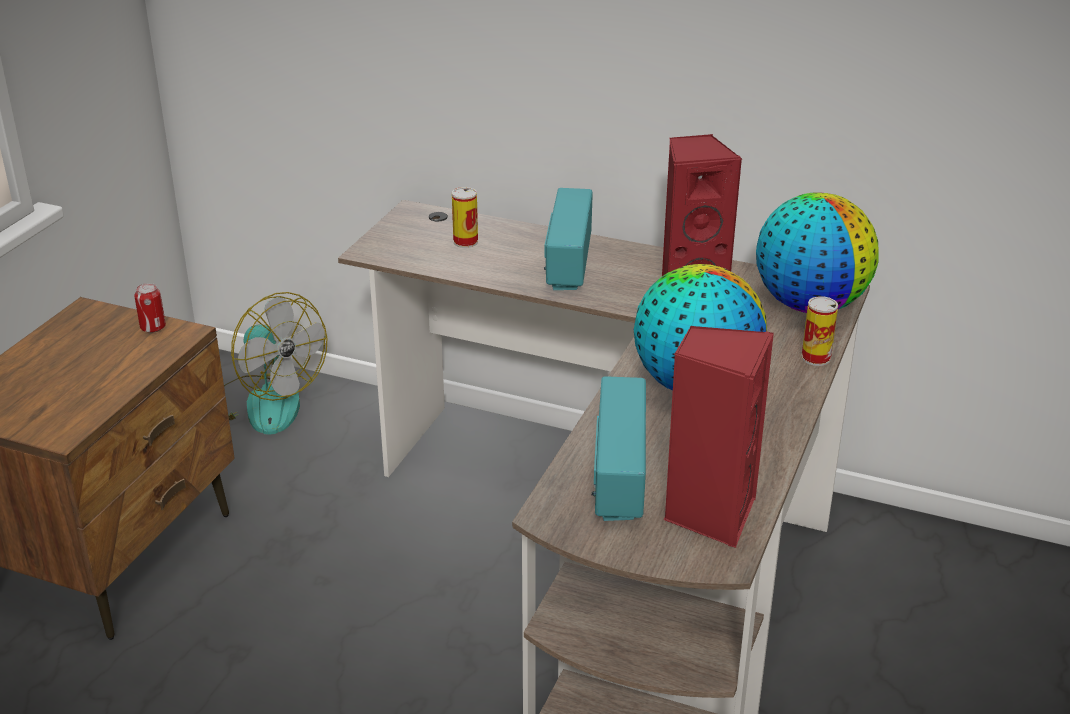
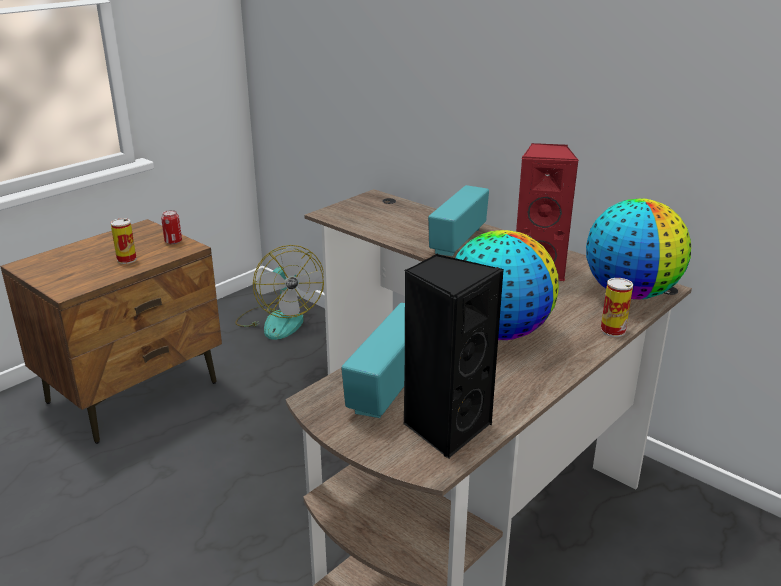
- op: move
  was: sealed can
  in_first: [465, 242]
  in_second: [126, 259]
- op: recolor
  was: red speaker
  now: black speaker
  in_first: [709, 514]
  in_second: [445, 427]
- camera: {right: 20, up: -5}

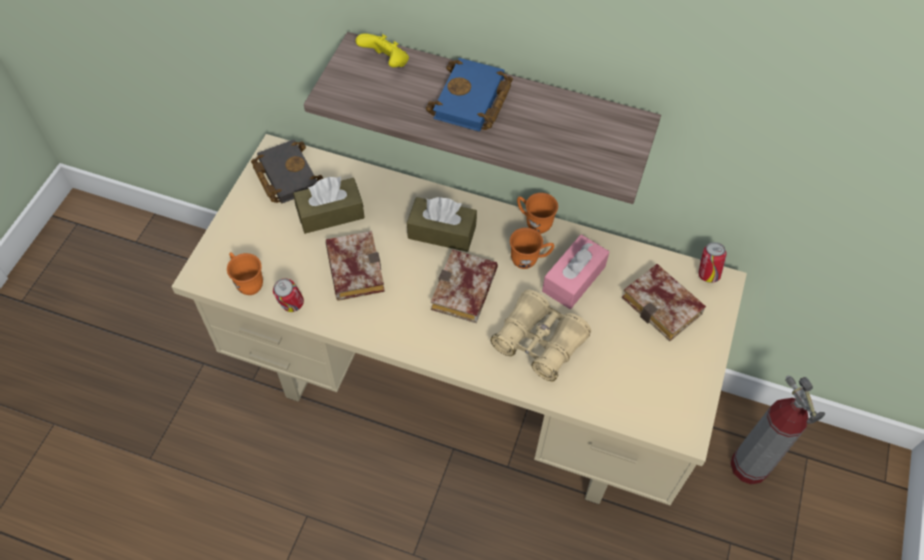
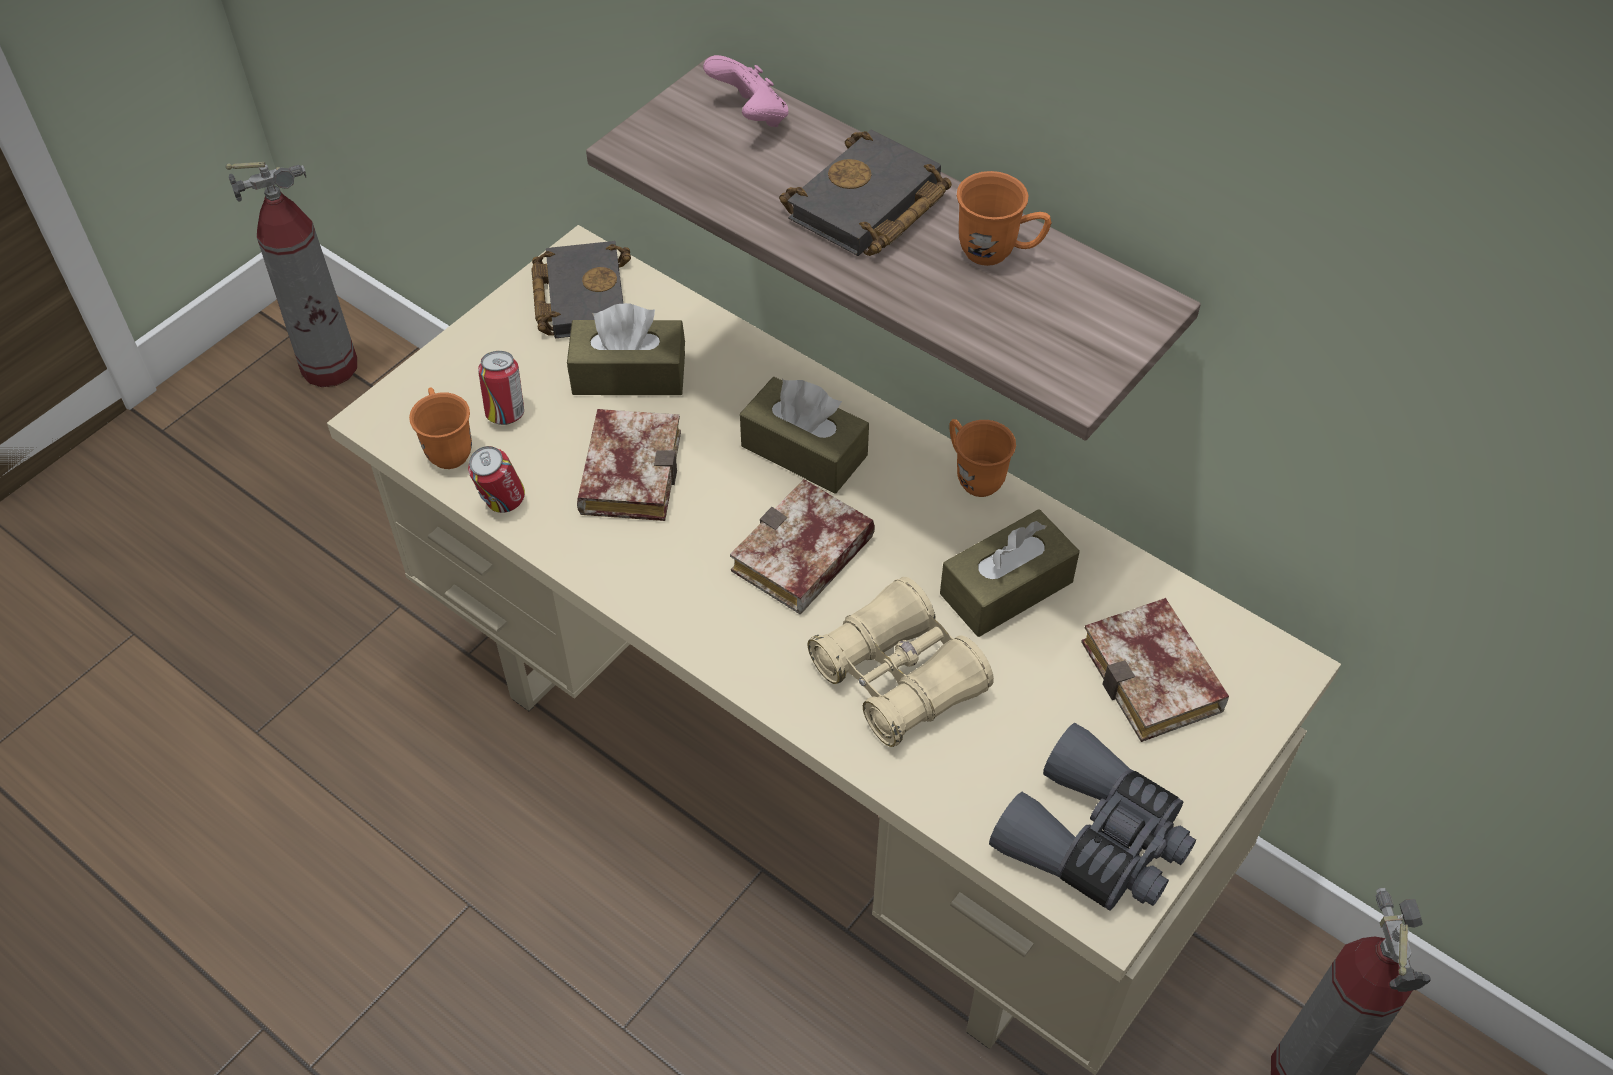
- op: recolor
  was: yellowish gamepad
  now: pinkish gamepad
  in_first: [386, 63]
  in_second: [750, 116]
- op: recolor
  was: blue-coloured book
  now: black book
  in_first: [472, 102]
  in_second: [867, 208]
- op: move
  was: orangey coffee mug
  in_first: [529, 260]
  in_second: [998, 253]
- op: recolor
  was: pinkish box of tissues
  now: brown box of tissues
  in_first: [573, 279]
  in_second: [1006, 588]
- op: move
  was: sealed can
  in_first: [707, 274]
  in_second: [506, 413]
- op: insert
  now: fire-fighting cylinder
  in_second: [330, 366]
- op: insert
  now: gray pair of binoculars
  in_second: [1096, 840]
- camera: {right: 20, up: -5}

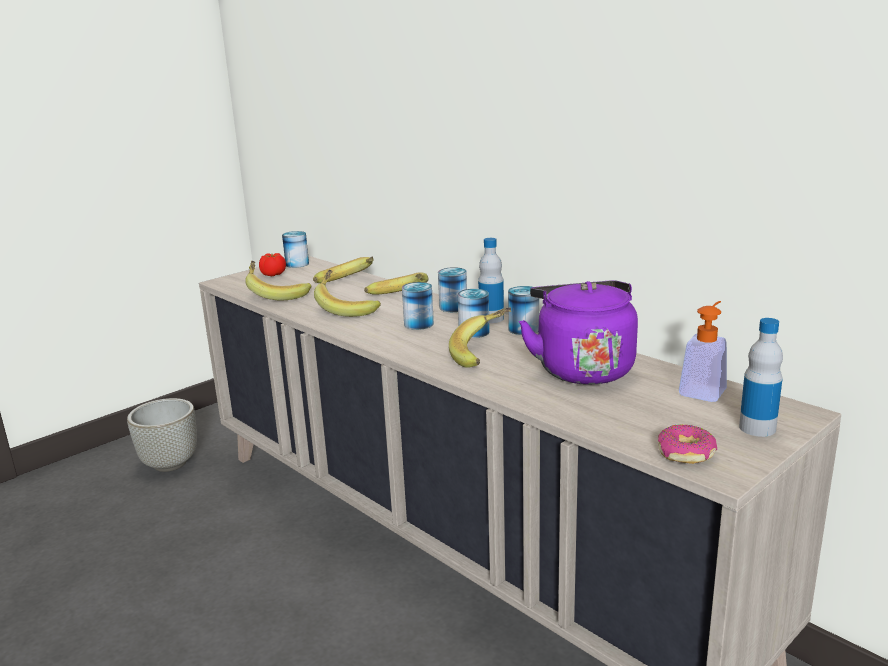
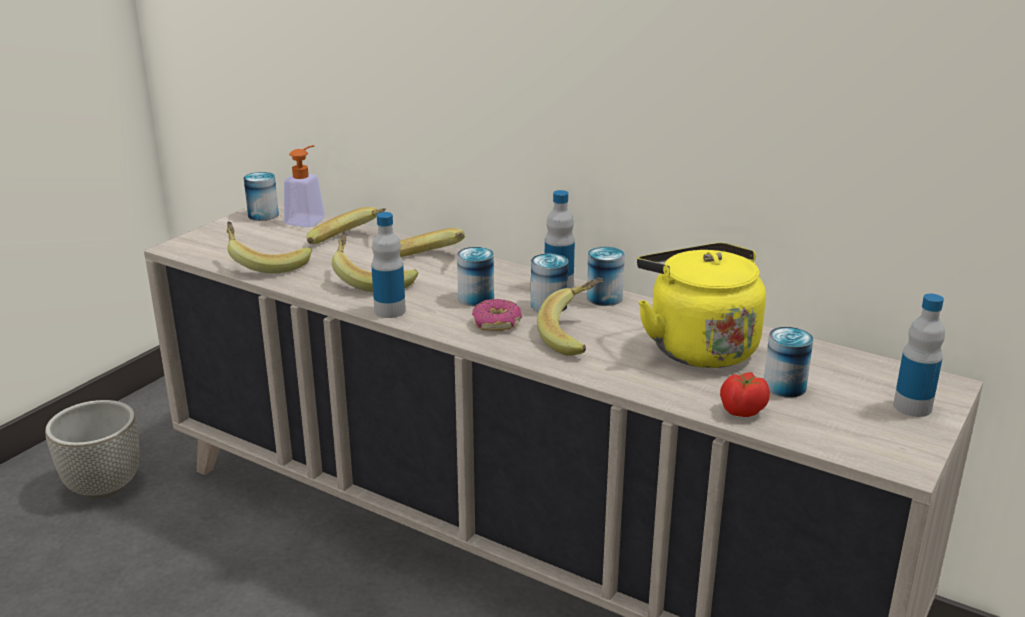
- op: move
  was: whole tomato
  in_first: [273, 274]
  in_second: [742, 411]
- op: move
  was: sealed can
  in_first: [453, 307]
  in_second: [784, 386]
- op: recolor
  was: purple tea kettle
  now: yellowish tea kettle
  in_first: [582, 368]
  in_second: [697, 346]
- op: move
  was: soap bottle
  in_first: [705, 389]
  in_second: [308, 219]
- op: move
  was: doughnut
  in_first: [686, 453]
  in_second: [497, 323]
- op: insert
  now: bottle
  in_second: [390, 311]
- camera: {right: -15, up: 5}

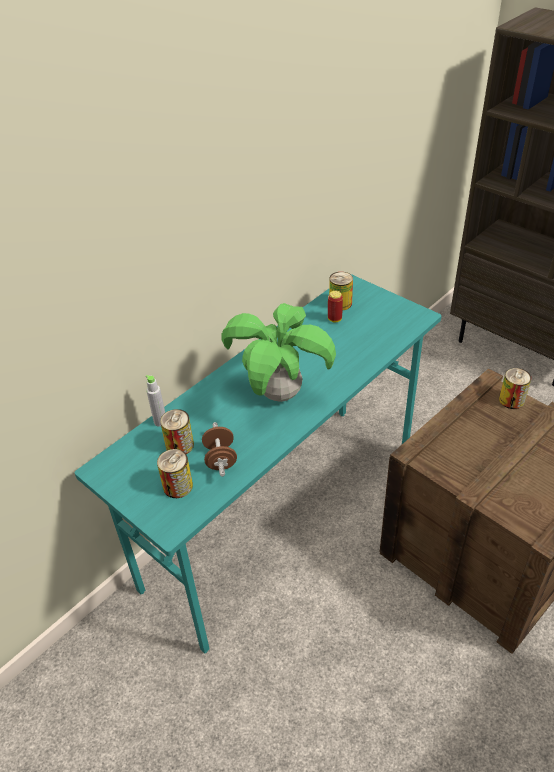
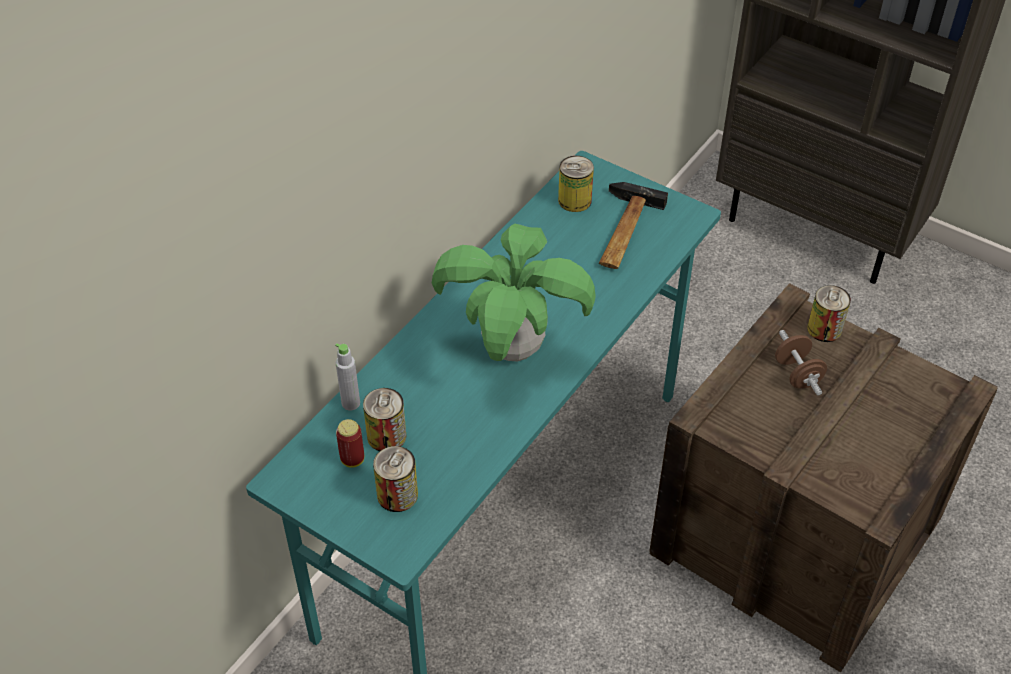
- op: move
  was: sealed can
  in_first: [334, 319]
  in_second: [352, 459]
- op: move
  was: brown free weight
  in_first: [220, 459]
  in_second: [797, 374]
- op: insert
  now: hand hammer
  in_second: [622, 232]
- camera: {right: -10, up: 5}

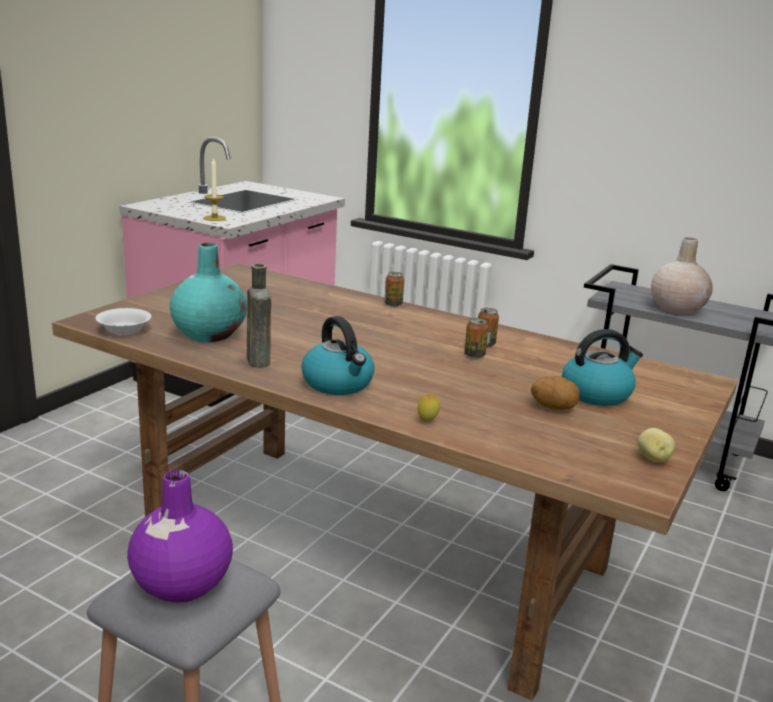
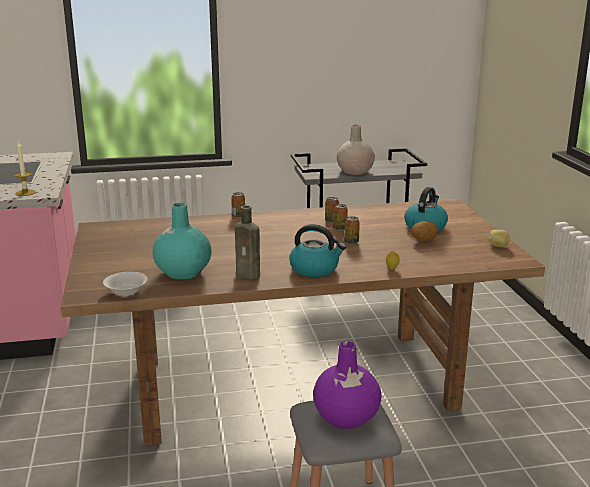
- op: insert
  now: sealed can
  in_second: [351, 242]
- camera: {right: -40, up: 0}

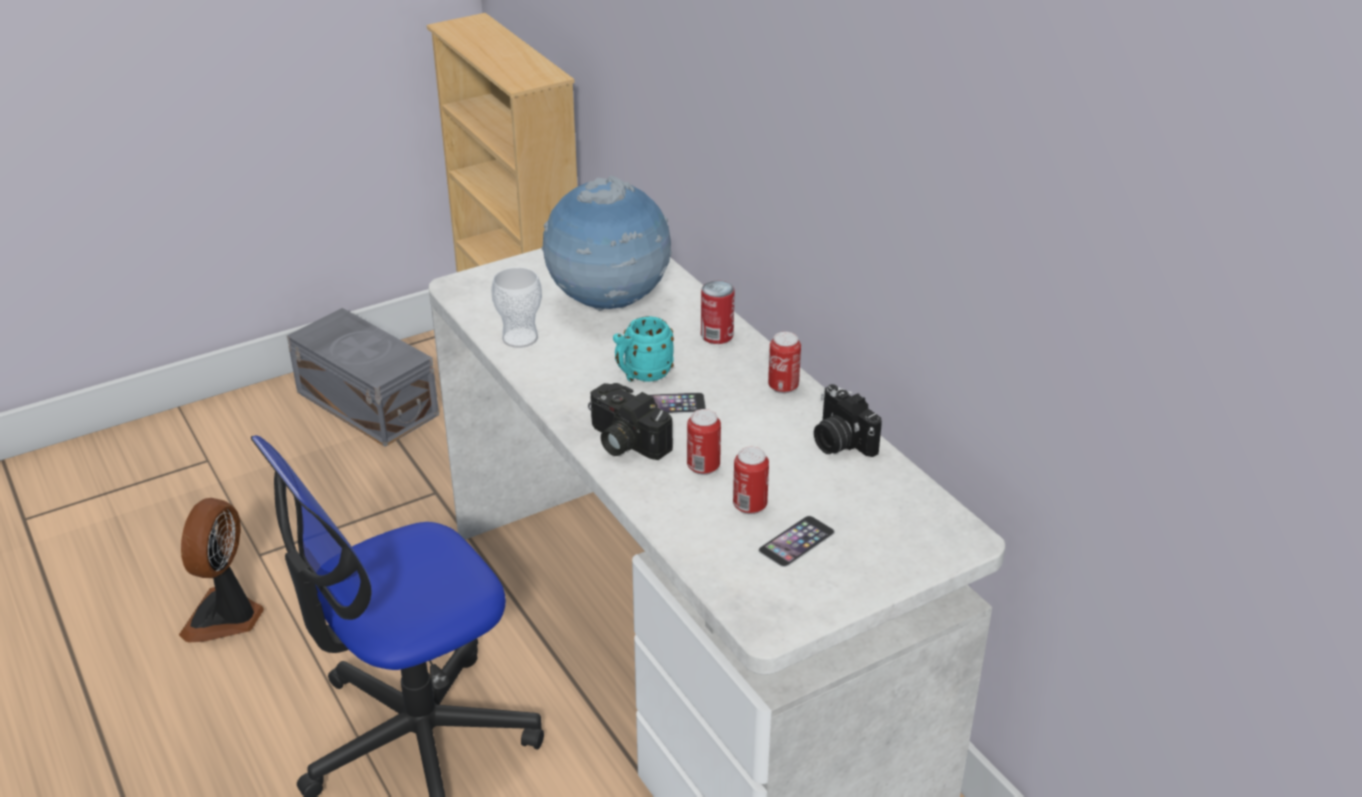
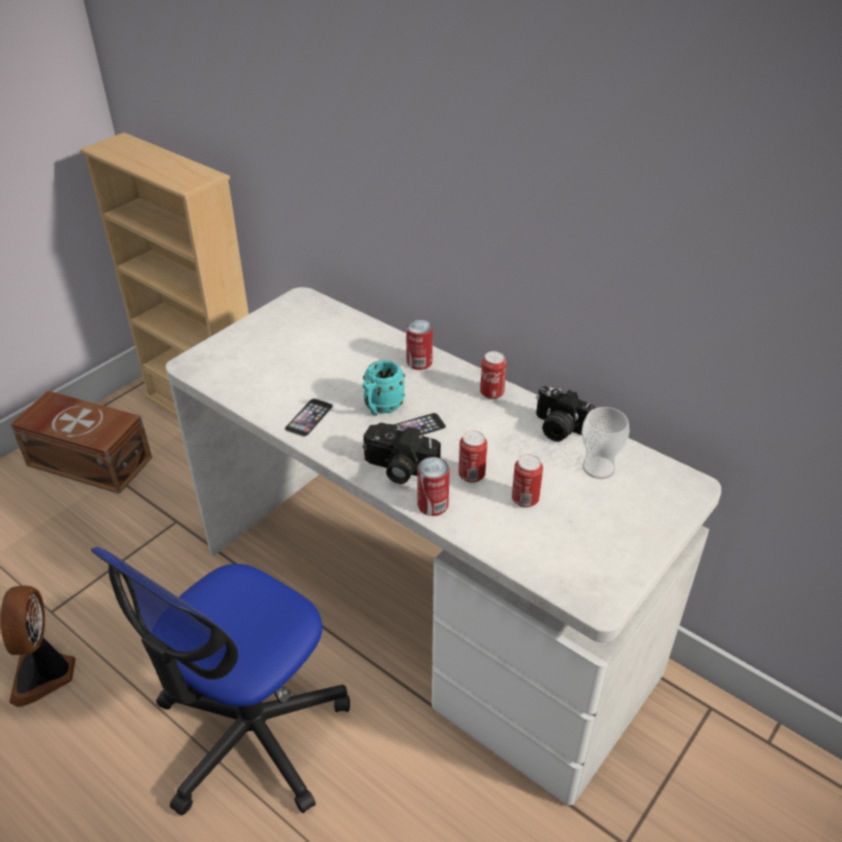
- op: delete
  was: desk globe
  in_first: [609, 305]
- op: move
  was: cup
  in_first: [520, 338]
  in_second: [598, 468]
- op: recolor
  was: gray storage container
  now: brown storage container
  in_first: [367, 401]
  in_second: [89, 460]
- op: move
  was: phone
  in_first: [796, 541]
  in_second: [309, 417]
- op: insert
  now: sealed can
  in_second: [432, 505]
- camera: {right: -20, up: 5}

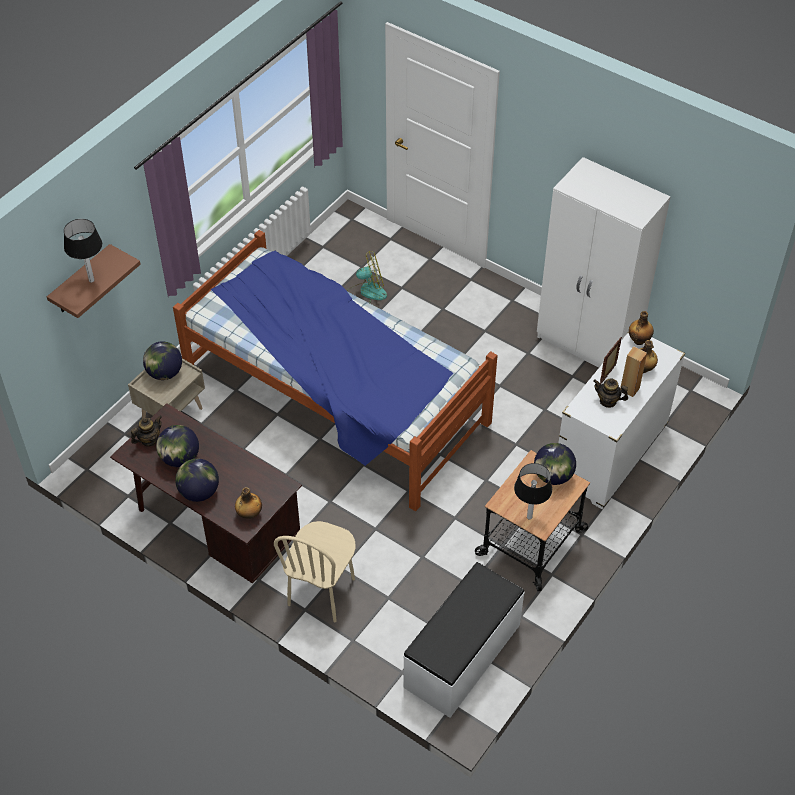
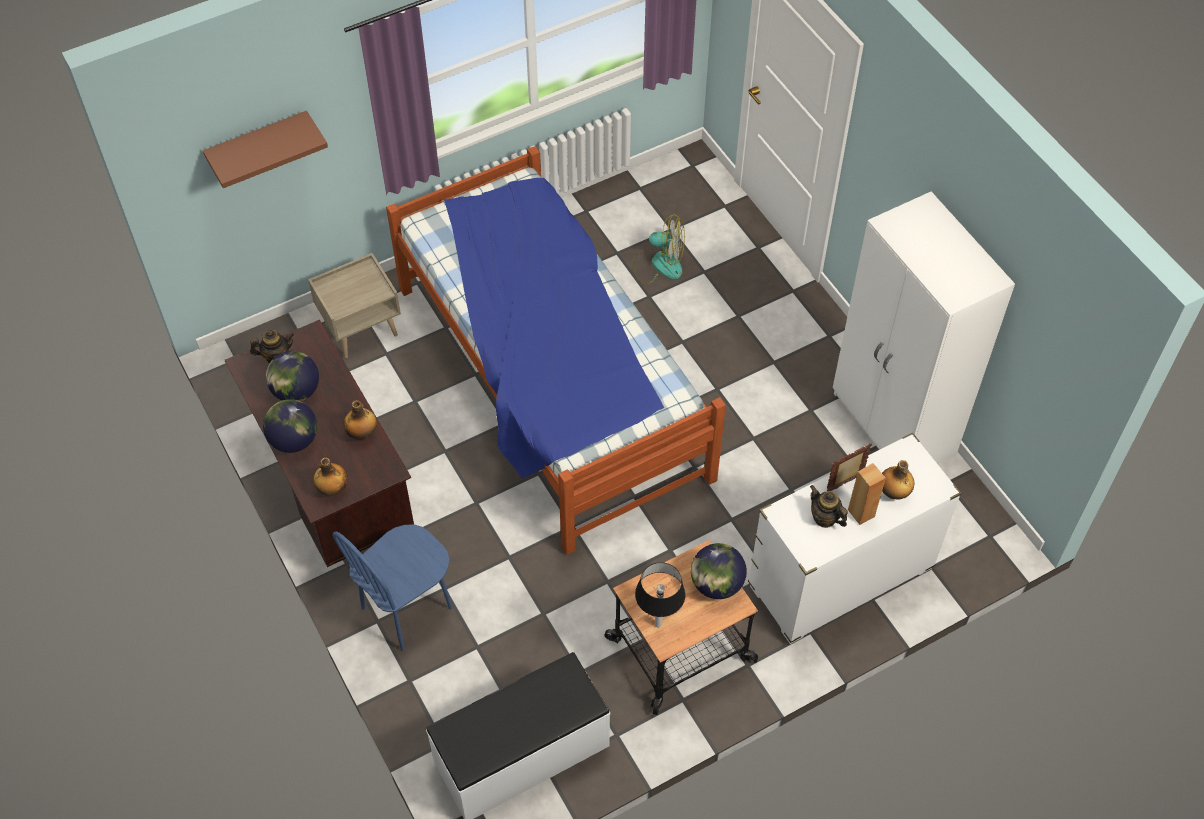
- op: delete
  was: table lamp
  in_first: [92, 280]
- op: move
  was: bottle
  in_first: [639, 340]
  in_second: [362, 434]
- op: delete
  was: desk globe
  in_first: [164, 373]
- op: recolor
  was: sand-coloured plain chair
  now: blue-coloured plain chair
  in_first: [322, 592]
  in_second: [407, 608]
- camera: {right: 25, up: 5}

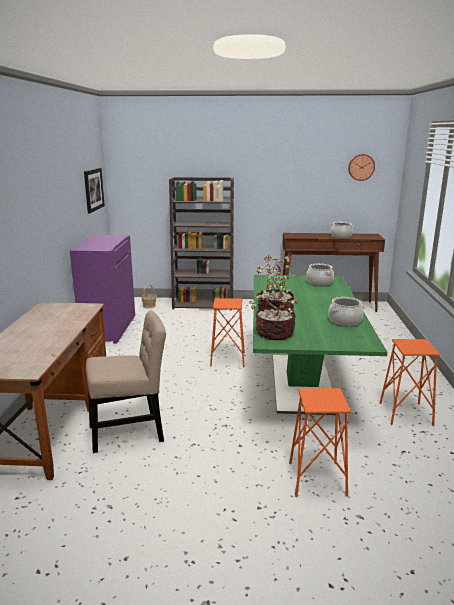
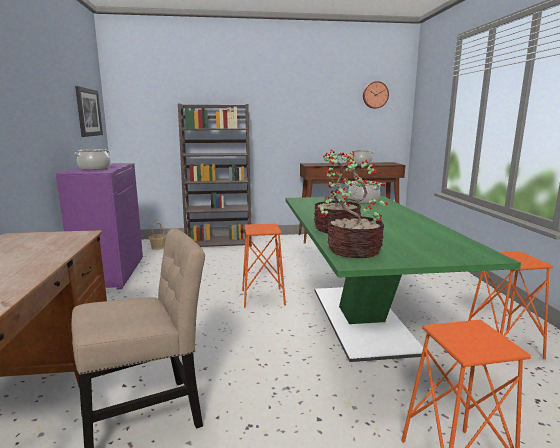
- op: move
  was: cooking pot
  in_first: [345, 321]
  in_second: [94, 168]
- camera: {right: -10, up: -5}

